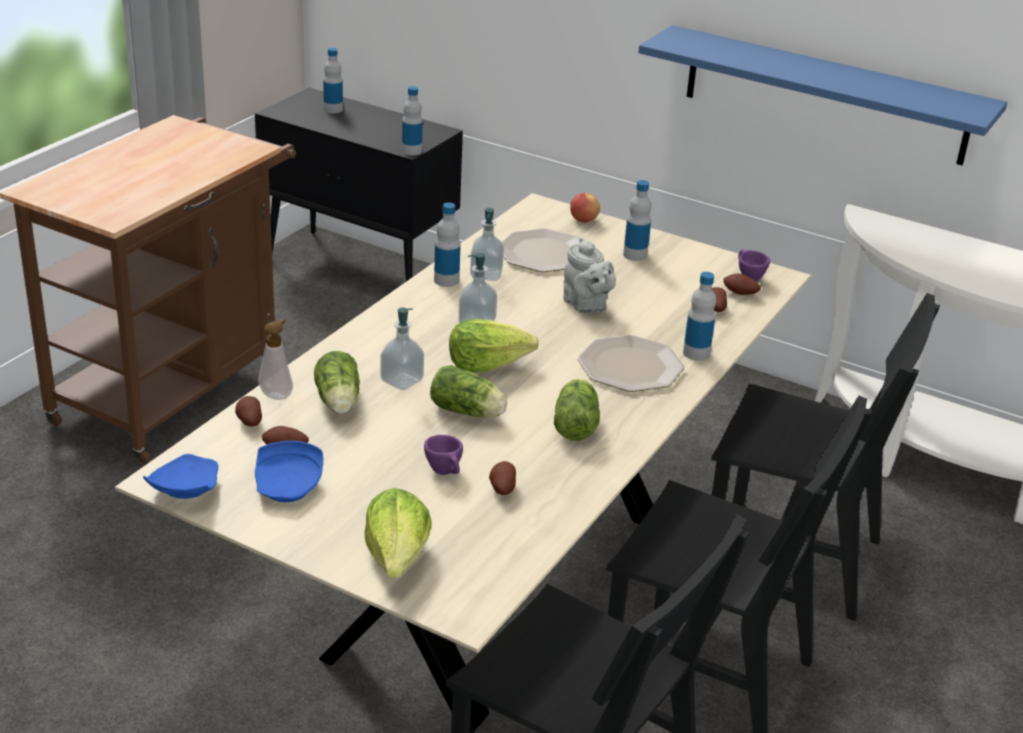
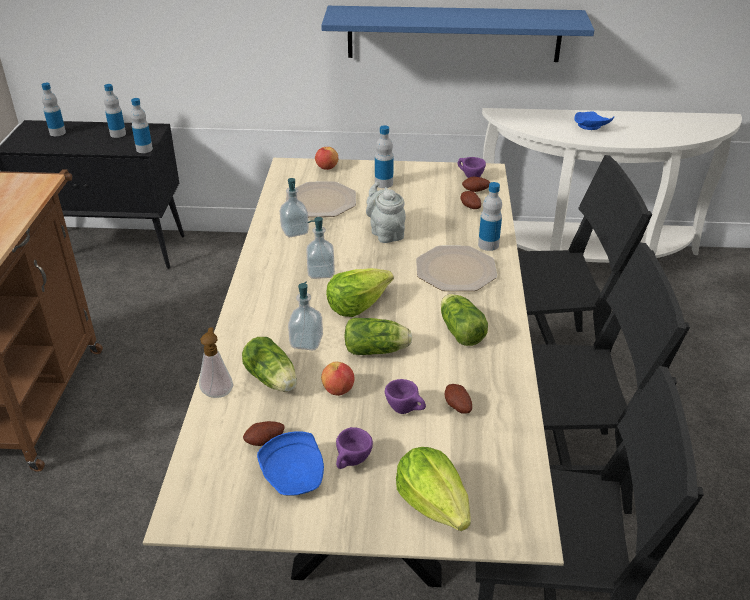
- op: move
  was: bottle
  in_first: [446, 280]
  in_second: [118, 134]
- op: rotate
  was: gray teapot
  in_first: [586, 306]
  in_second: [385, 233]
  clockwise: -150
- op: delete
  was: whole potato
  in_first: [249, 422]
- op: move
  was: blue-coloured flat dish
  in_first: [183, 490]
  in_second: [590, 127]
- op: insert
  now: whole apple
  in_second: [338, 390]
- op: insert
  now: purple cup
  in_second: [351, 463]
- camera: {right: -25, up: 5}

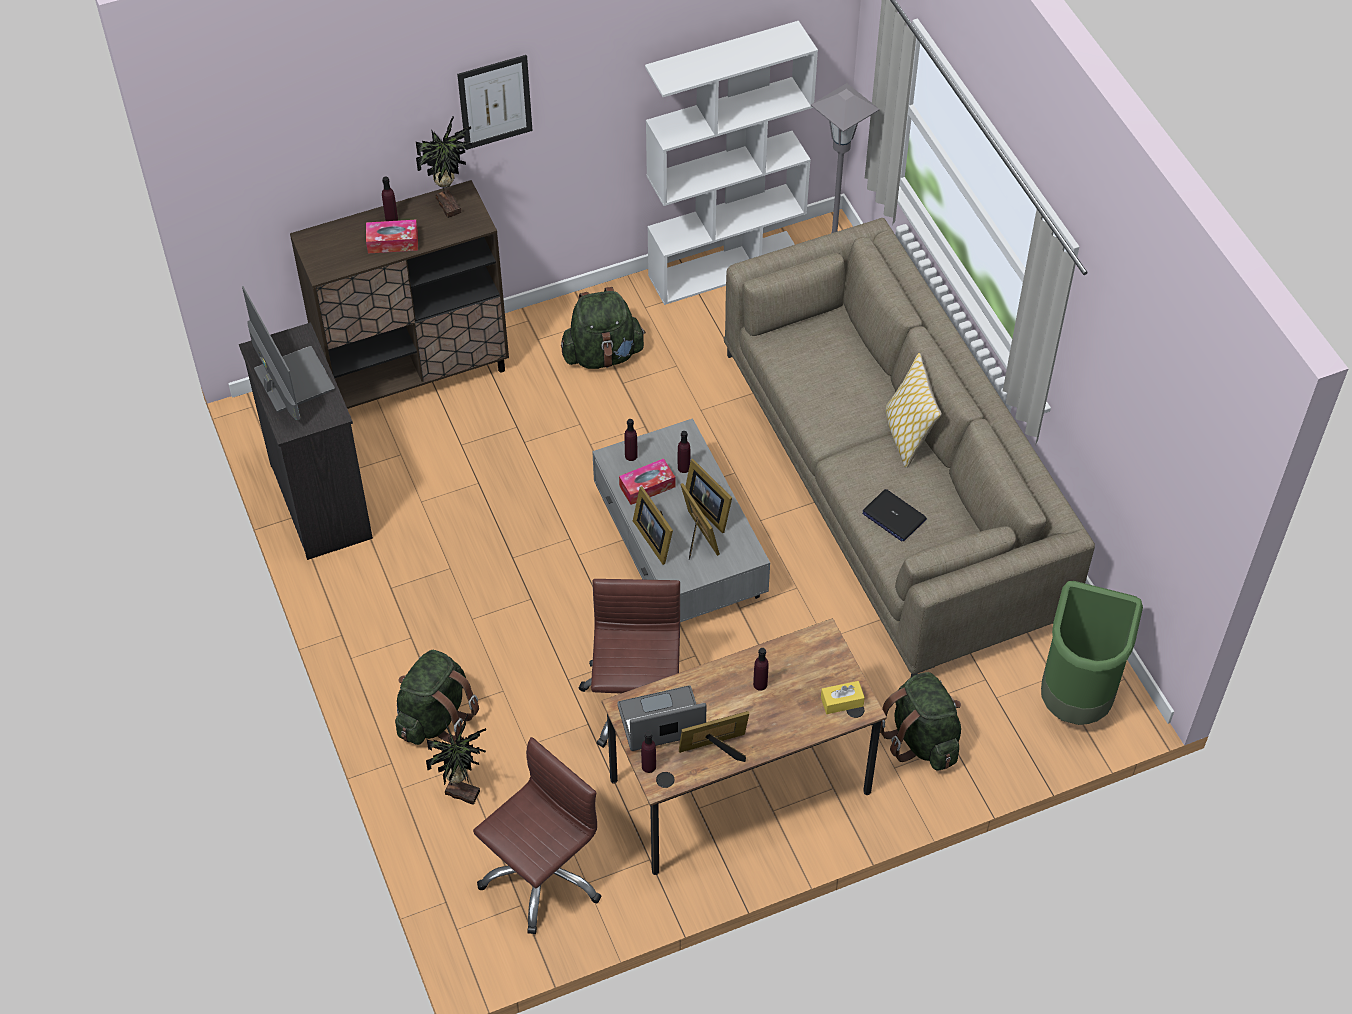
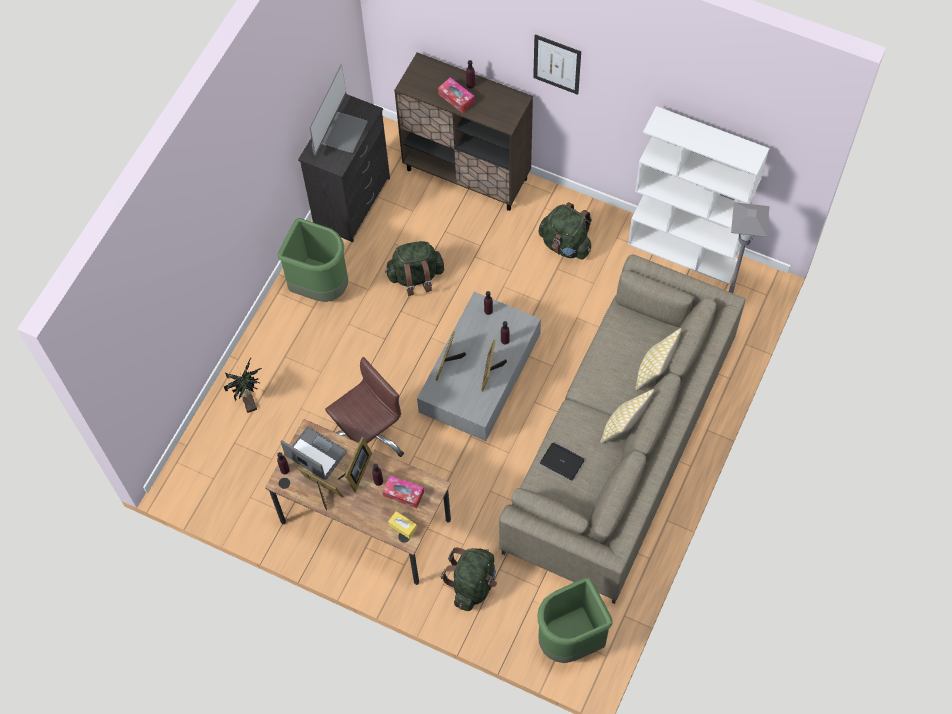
- op: delete
  was: houseplant
  in_first: [450, 205]
- op: move
  was: box of tissues
  in_first: [647, 486]
  in_second: [403, 494]
- op: move
  was: photo frame
  in_first: [697, 537]
  in_second: [357, 471]
- op: rotate
  was: notebook computer
  in_first: [893, 516]
  in_second: [562, 461]
  clockwise: 120
- op: move
  was: green backpack
  in_first: [435, 717]
  in_second: [416, 277]
- op: delete
  was: brown desk chair
  in_first: [541, 875]
- op: insert
  now: green waste bin
  in_second: [320, 286]
- op: insert
  now: throw pillow
  in_second: [654, 371]
- camera: {right: 50, up: 10}

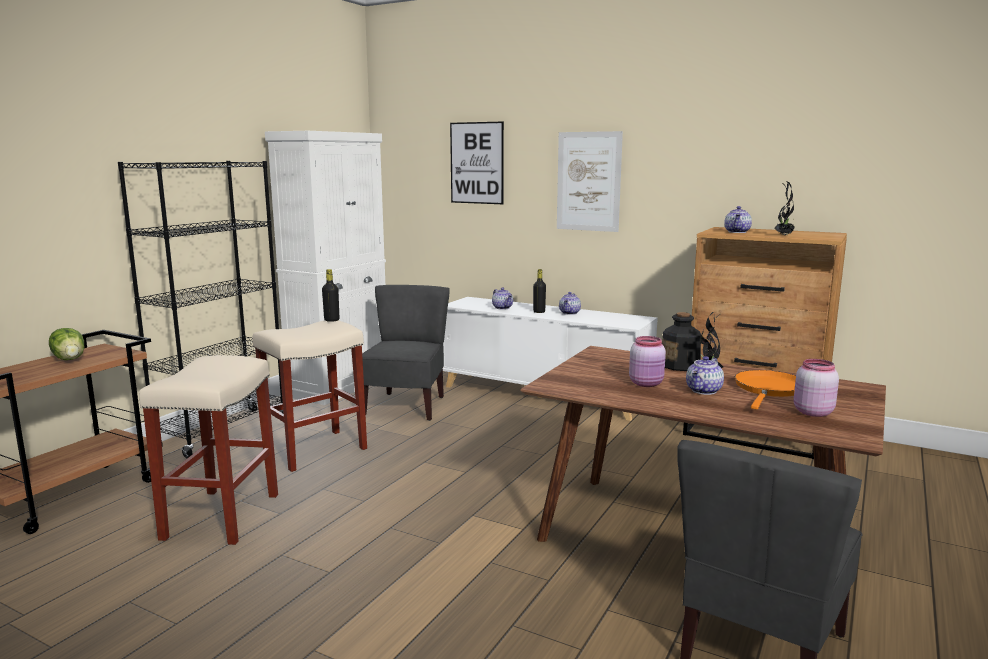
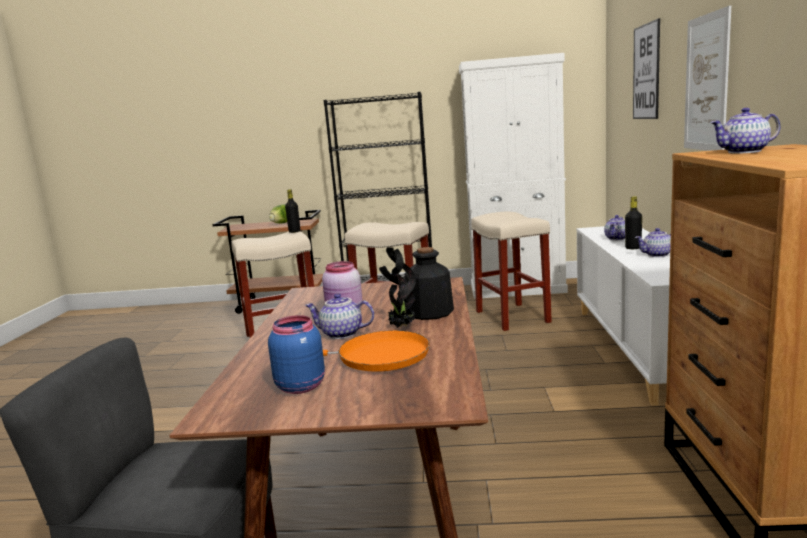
- op: delete
  was: houseplant
  in_first: [784, 235]
- op: move
  was: black bottle
  in_first: [331, 320]
  in_second: [294, 231]
- op: replace
  was: gray plain chair
  now: sand-coloured sitting stool
  in_first: [406, 406]
  in_second: [513, 317]
- op: recolor
  was: pinkish storage jar
  now: blue-coloured storage jar
  in_first: [811, 412]
  in_second: [300, 386]
- camera: {right: 65, up: 0}

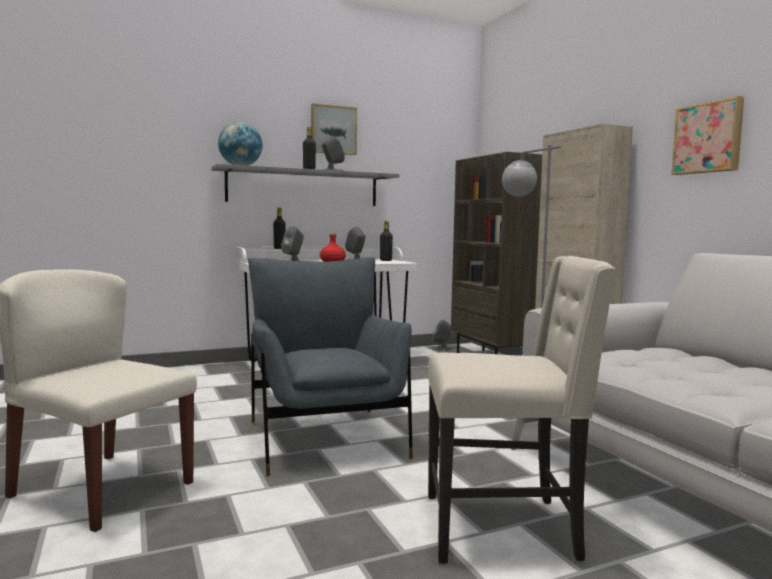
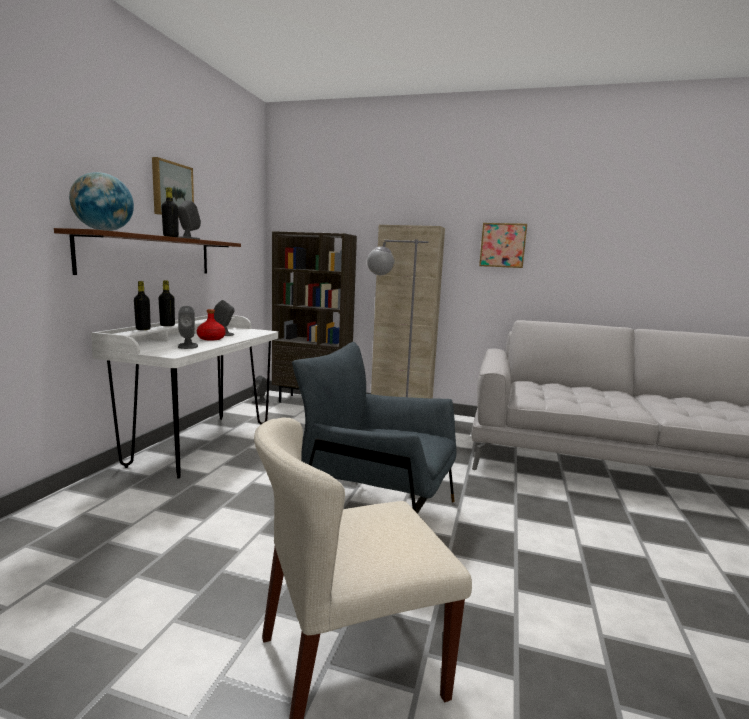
- op: recolor
  was: gray bracket shelf
  now: brown bracket shelf
  in_first: [304, 187]
  in_second: [150, 255]
- op: move
  was: black bottle
  in_first: [385, 260]
  in_second: [167, 325]
- op: delete
  was: sand-coloured plain chair
  in_first: [503, 527]
- camera: {right: -50, up: 5}

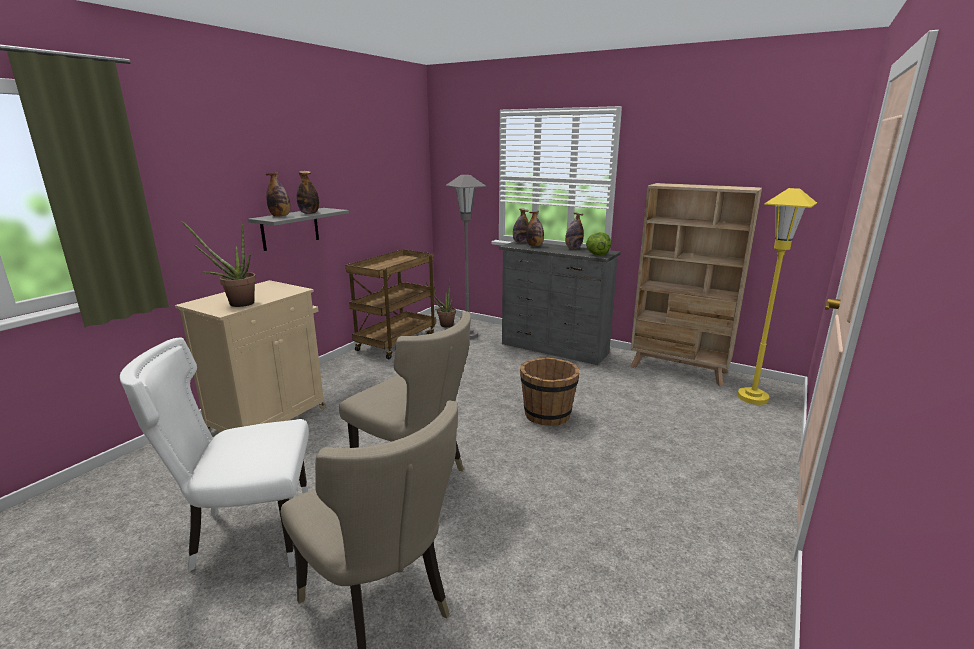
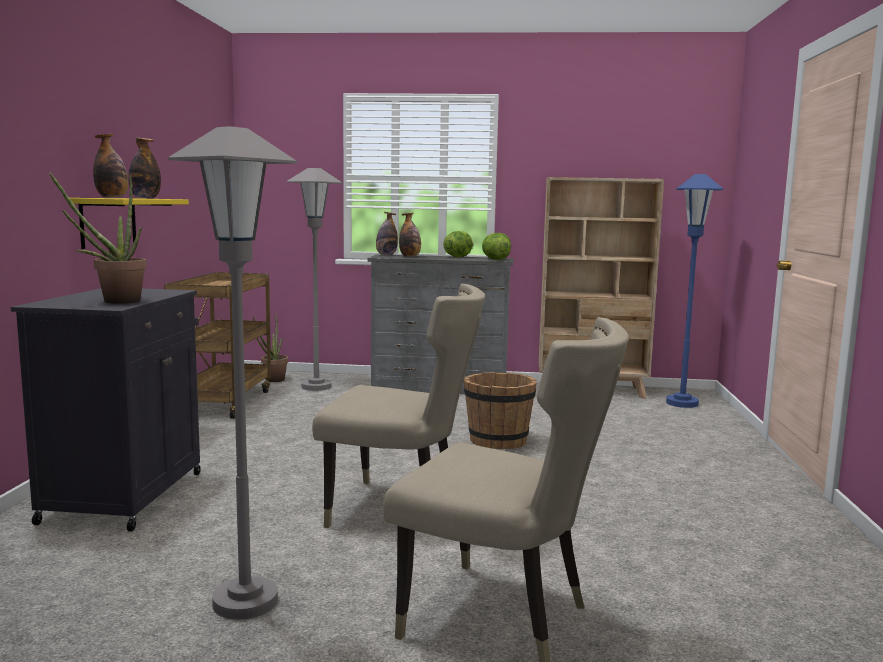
- op: recolor
  was: yellowish floor lamp
  now: blue-coloured floor lamp
  in_first: [752, 398]
  in_second: [682, 403]
- op: recolor
  was: gray bracket shelf
  now: yellowish bracket shelf
  in_first: [290, 229]
  in_second: [108, 222]
- op: replace
  was: bottle
  now: lettuce head
  in_first: [573, 248]
  in_second: [458, 257]
- op: recolor
  was: sand-coloured cabinet
  now: black cabinet
  in_first: [270, 419]
  in_second: [126, 496]
- op: replace
  was: white plain chair
  now: gray floor lamp
  in_first: [247, 534]
  in_second: [245, 601]
- camera: {right: -25, up: -10}

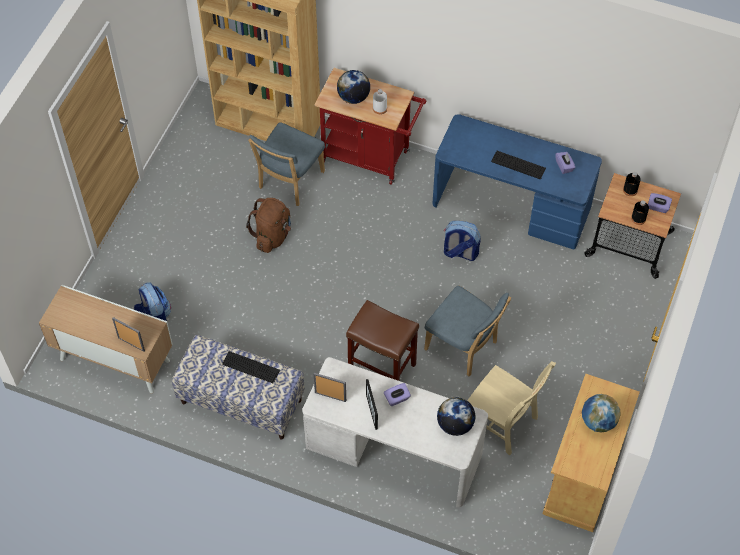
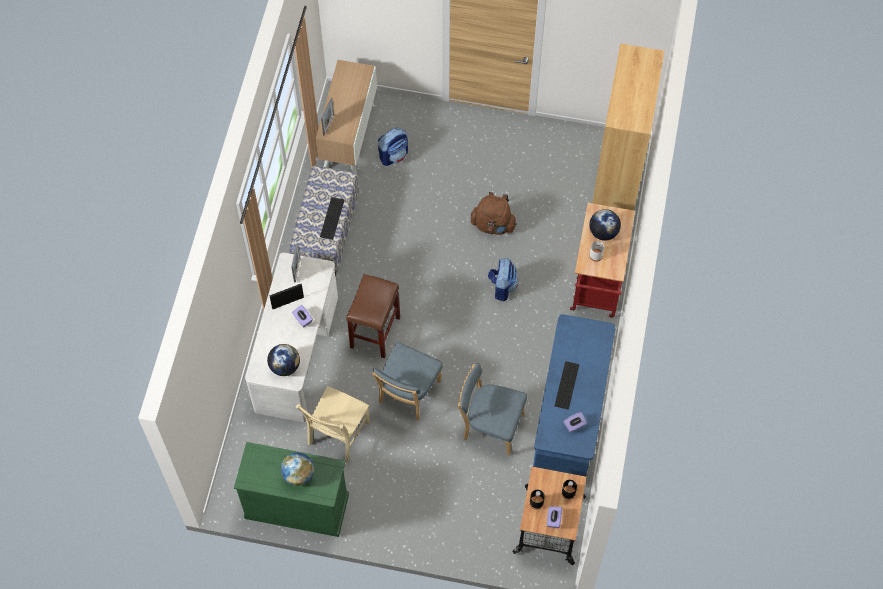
- op: move
  was: blue-coloured plain chair
  in_first: [289, 182]
  in_second: [490, 426]
- op: move
  was: backpack
  in_first: [460, 252]
  in_second: [502, 287]
- op: recolor
  was: sand-coloured cabinet
  now: green cabinet
  in_first: [583, 475]
  in_second: [297, 506]
- camera: {right: 80, up: 5}

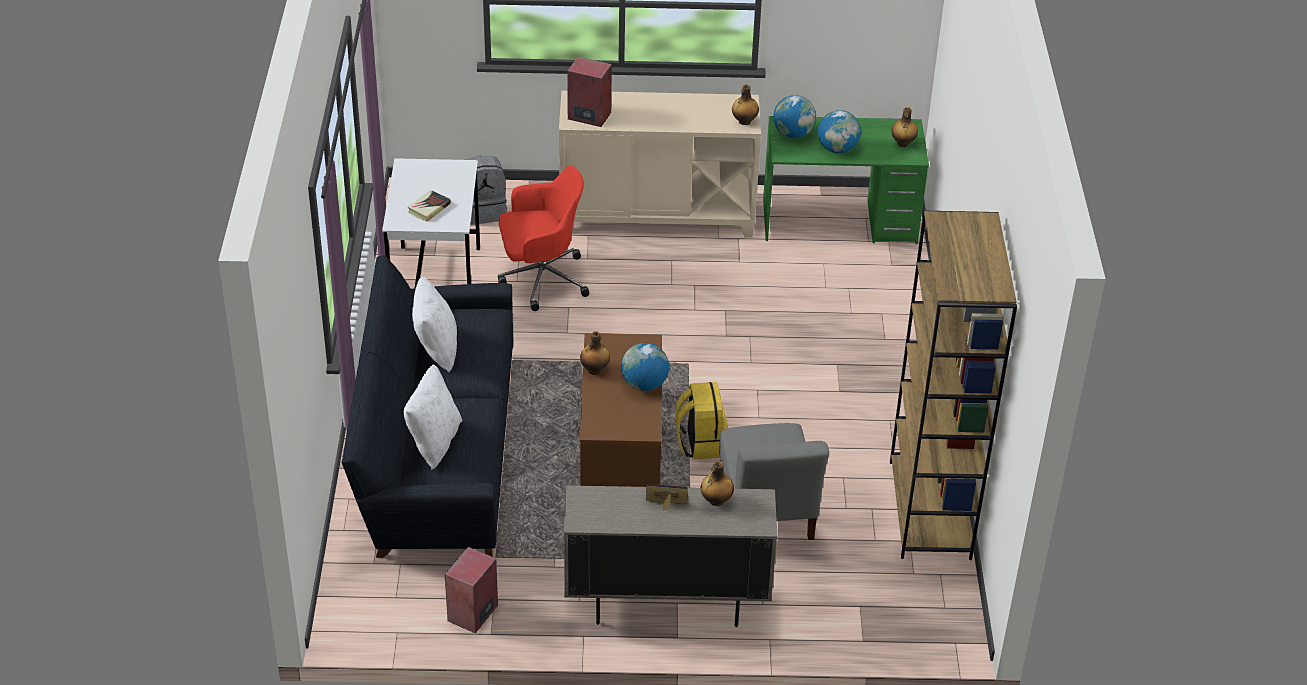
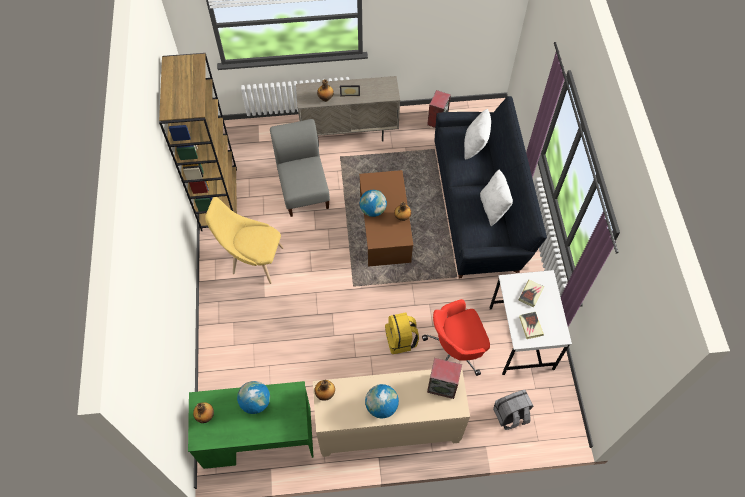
- op: move
  was: desk globe
  in_first: [793, 134]
  in_second: [381, 406]
- op: move
  was: yellowish backpack
  in_first: [700, 443]
  in_second: [401, 340]
- op: insert
  now: yellowish plain chair
  in_second: [254, 260]
- op: insert
  now: book
  in_second: [530, 326]
- camera: {right: 175, up: 20}

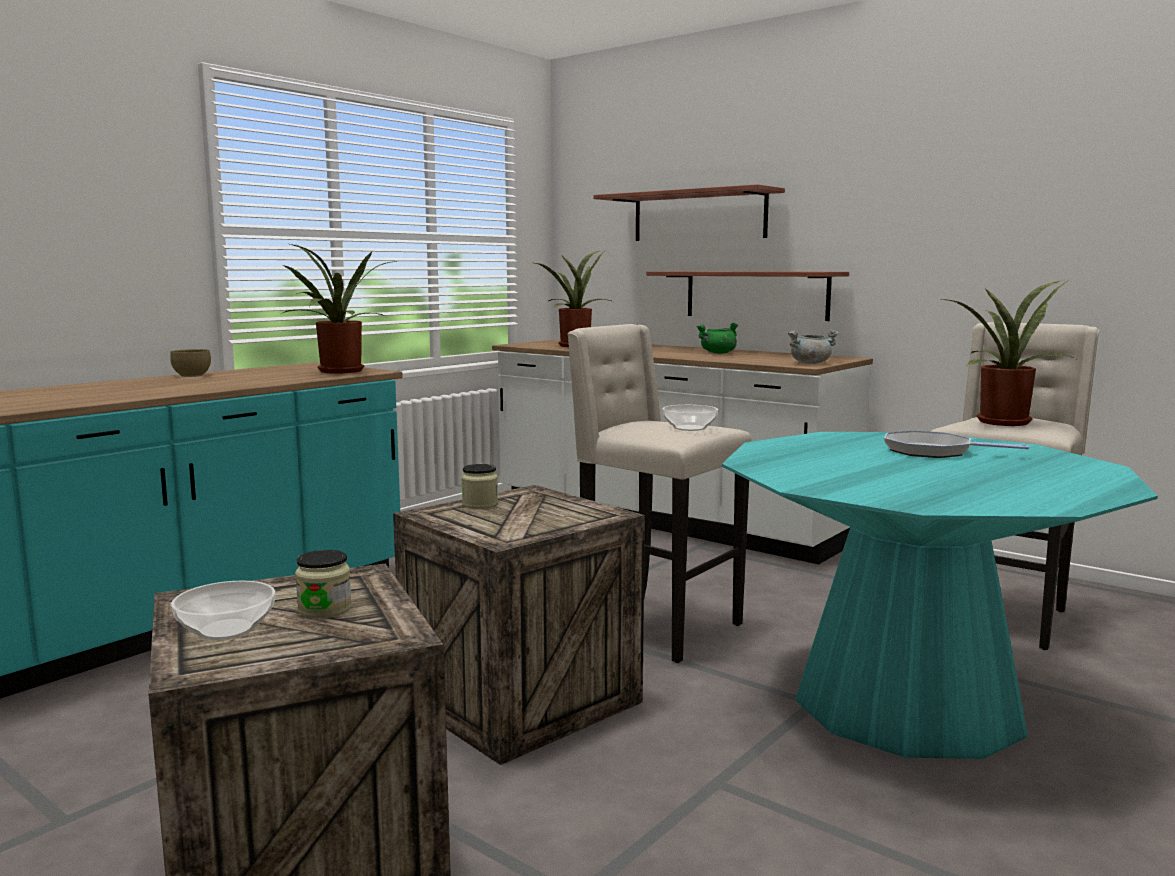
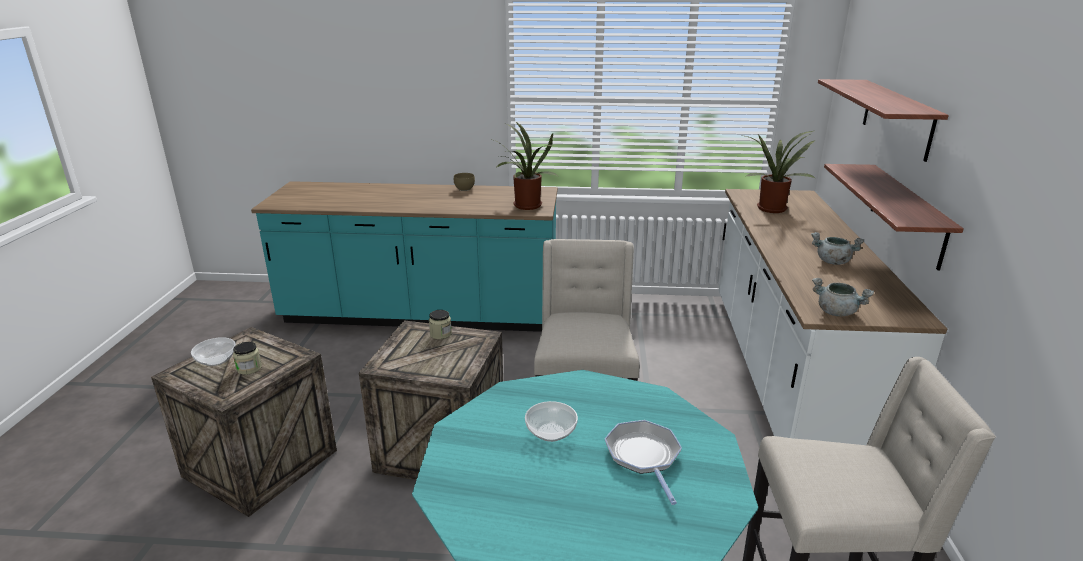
- op: delete
  was: houseplant
  in_first: [1001, 421]
- op: recolor
  was: green cooking pot
  now: gray cooking pot
  in_first: [718, 353]
  in_second: [832, 262]
- op: move
  was: deep dish
  in_first: [690, 428]
  in_second: [550, 432]
- camera: {right: 55, up: 15}

